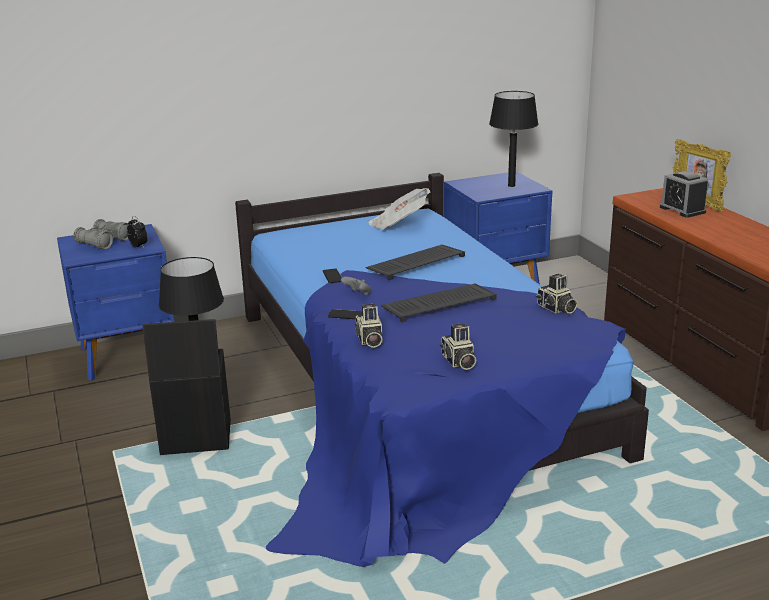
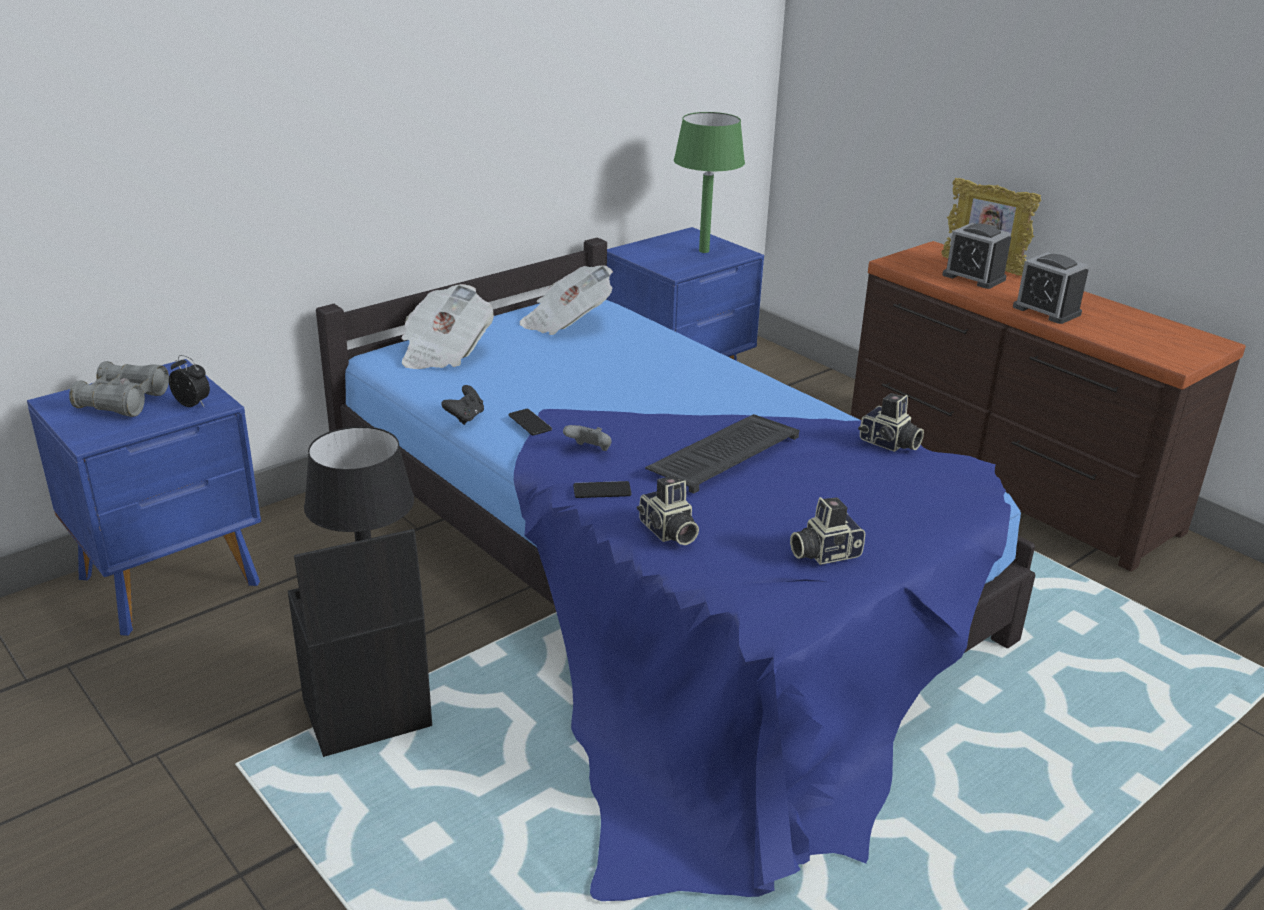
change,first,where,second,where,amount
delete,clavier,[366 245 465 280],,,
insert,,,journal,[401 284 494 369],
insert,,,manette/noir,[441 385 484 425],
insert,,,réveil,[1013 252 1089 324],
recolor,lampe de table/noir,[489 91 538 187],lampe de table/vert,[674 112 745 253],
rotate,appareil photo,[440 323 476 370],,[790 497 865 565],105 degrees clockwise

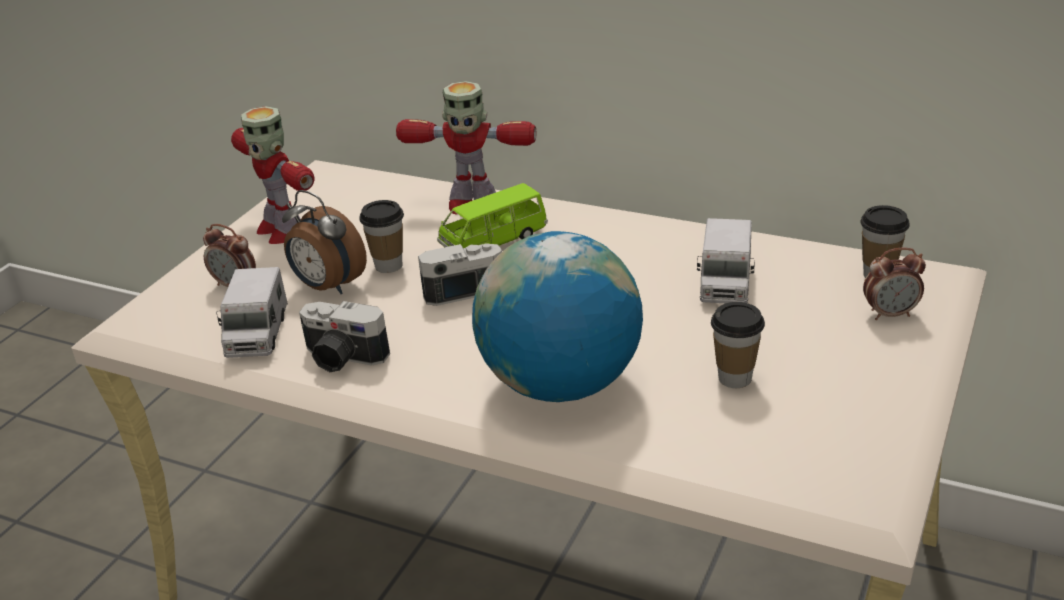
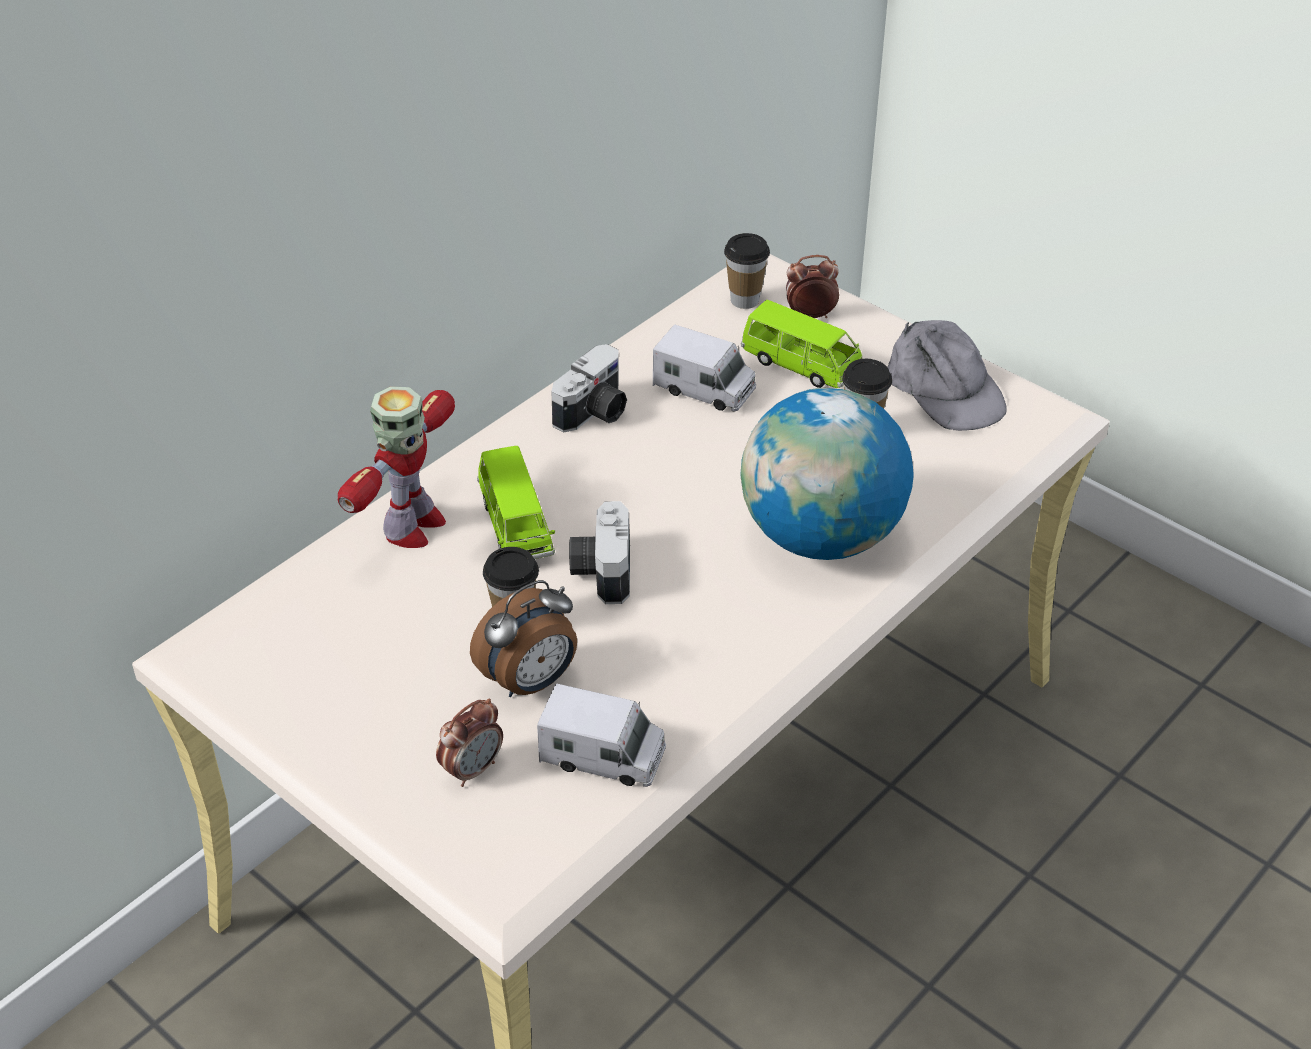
change,first,where,second,where,amount
delete,robot jouet,[231 106 314 244],,,
insert,,,petite voiture/vert,[741 300 862 388],
insert,,,casquette/gris,[887 320 1007 431],
move,appareil photo,[299 301 390 372],,[551 344 627 433],
rotate,réveil,[863 247 926 320],,[786 255 839 318],105 degrees counterclockwise

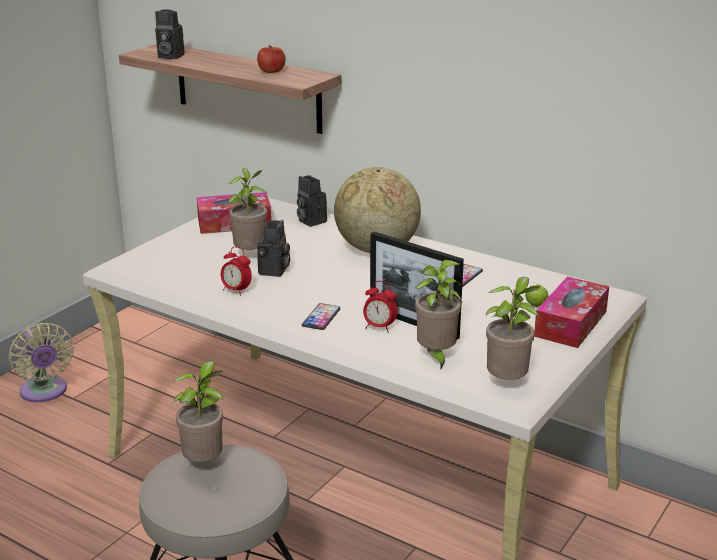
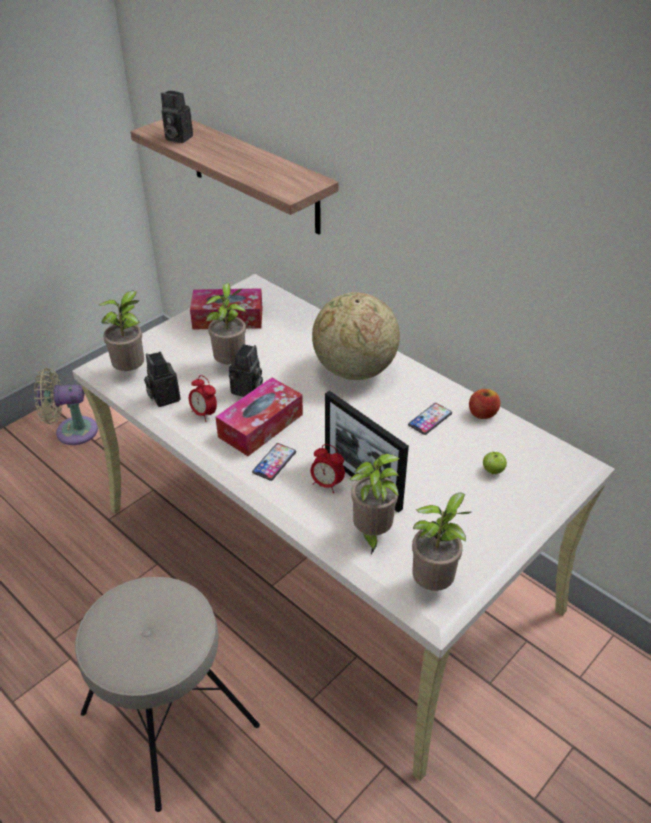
change,first,where,second,where,amount
move,plante en pot,[173 361 223 462],,[99 291 144 371],
move,pomme,[257 45 286 73],,[469 389 500 419],
move,appareil photo,[297 176 327 227],,[144 352 180 407],
move,boîte à mouchoirs,[534 277 609 348],,[216 377 303 456],
rotate,ventilateur/beige,[8 323 74 402],,[34 368 98 445],105 degrees clockwise

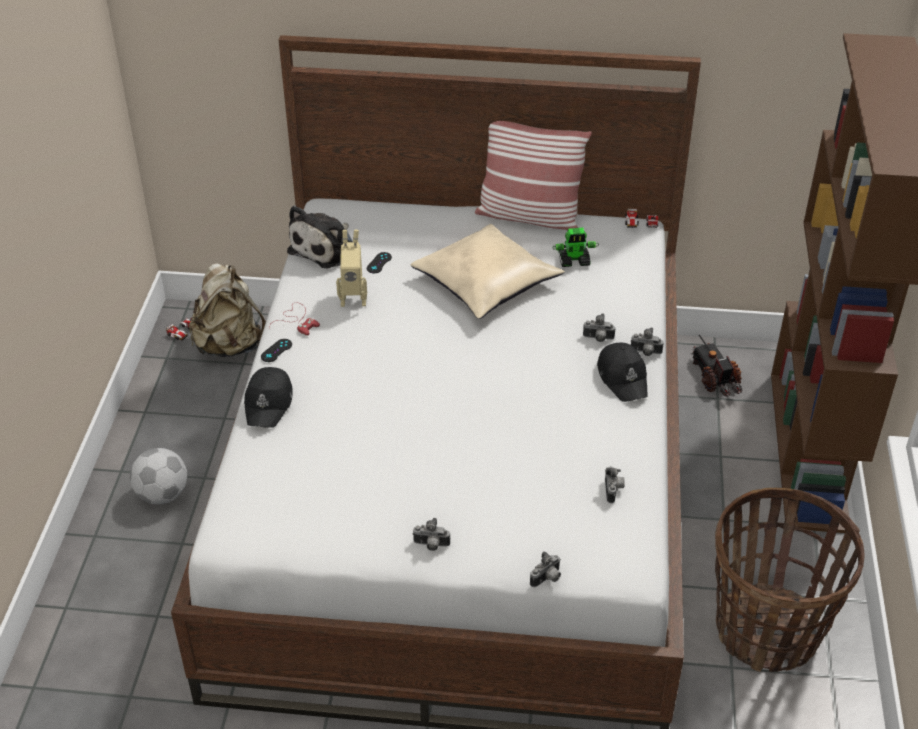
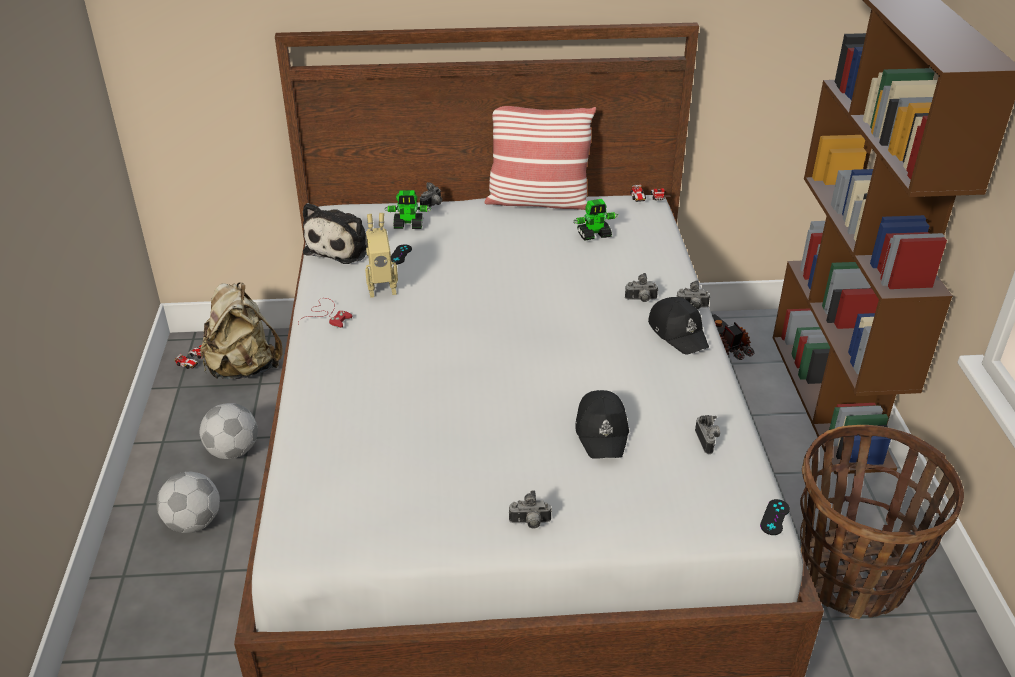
change,first,where,second,where,amount
delete,coussin/beige,[410 224 565 319],,,
insert,,,ballon de foot,[199 403 258 459],
insert,,,robot jouet,[384 190 431 229],
move,casquette/noir,[244 367 292 428],,[575 390 629 459],
move,manette/noir,[261 339 292 362],,[760 499 790 535],
move,appareil photo,[530 551 561 587],,[420 182 442 207],

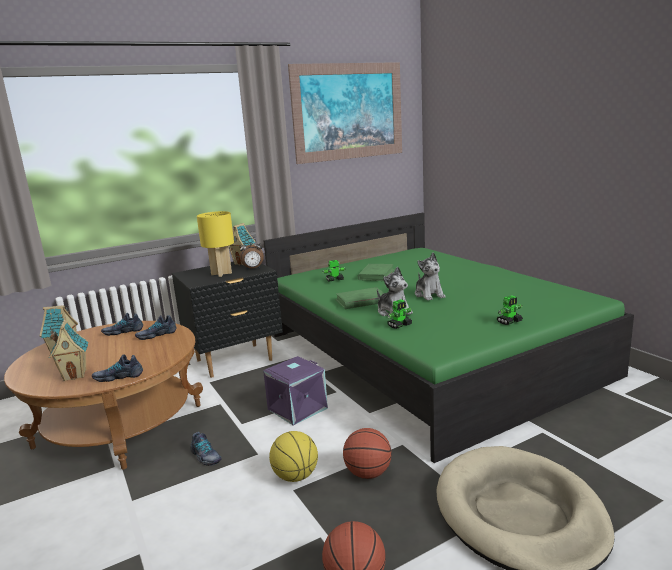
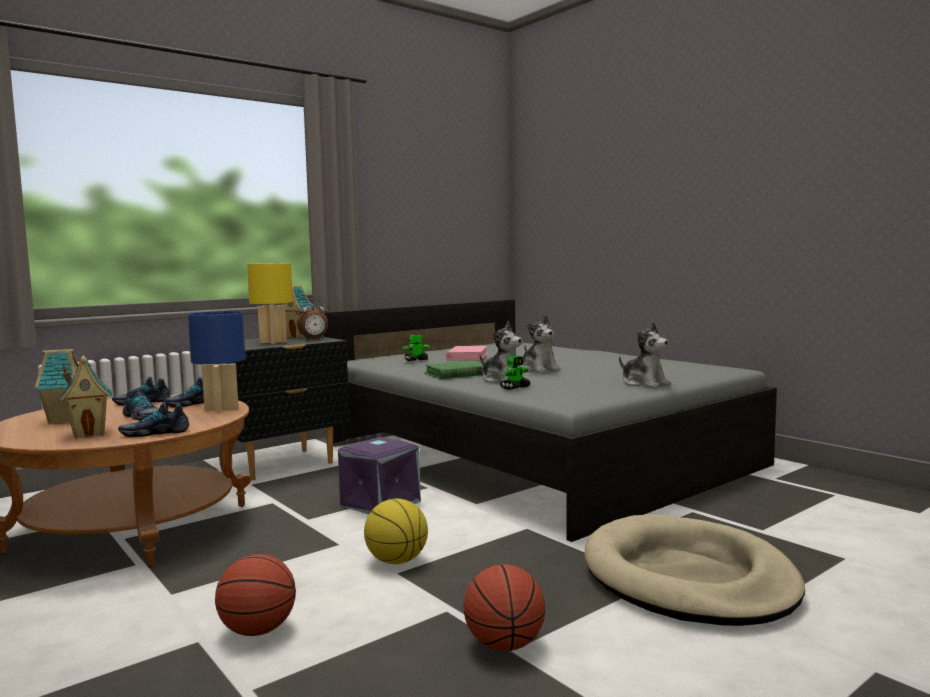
change,first,where,second,where,amount
delete,tableau,[288 62 402 164],,,
insert,,,lampe de table/bleu,[188 311 246 412],
move,chaussure,[190 432 222 466],,[123 388 158 421],
move,ballon de basket,[343 428 392 479],,[215 554 296 636],
replace,robot jouet,[496 295 523 325],peluche,[619 322 671 388],
recolor,lit/vert,[263 213 634 463],lit/gris,[323 300 777 542],
recolor,livre/vert,[358 264 395 281],livre/rose,[446 346 488 360],

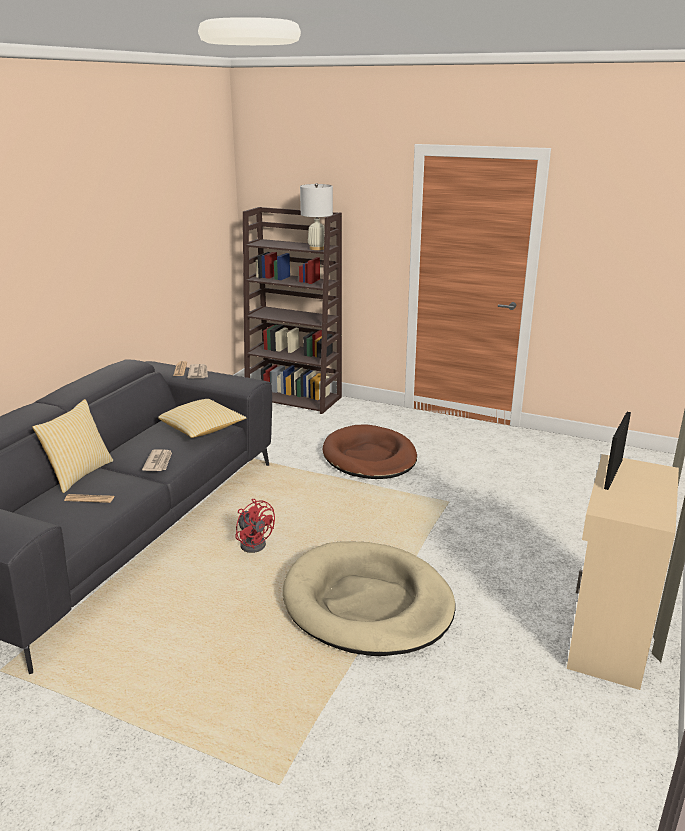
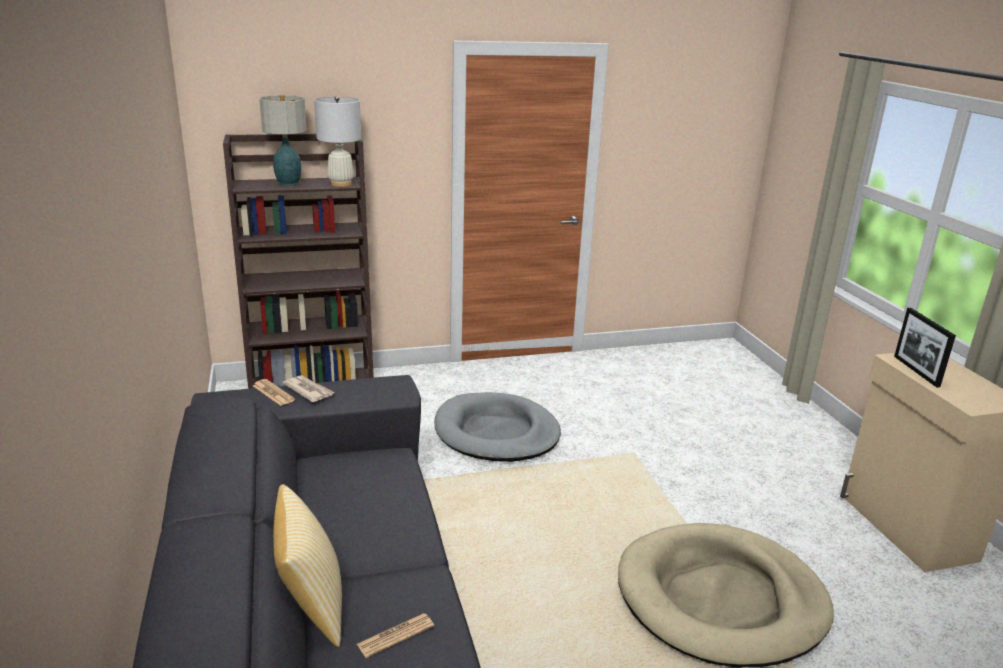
change,first,where,second,where,amount
delete,journal,[142 449 172 471],,,
delete,coussin,[158 399 246 438],,,
delete,ventilateur/rouge,[235 499 275 553],,,
insert,,,lampe de table,[259 95 307 186],
recolor,panier pour chien/marron,[323 424 417 479],panier pour chien/gris,[434 392 561 462],

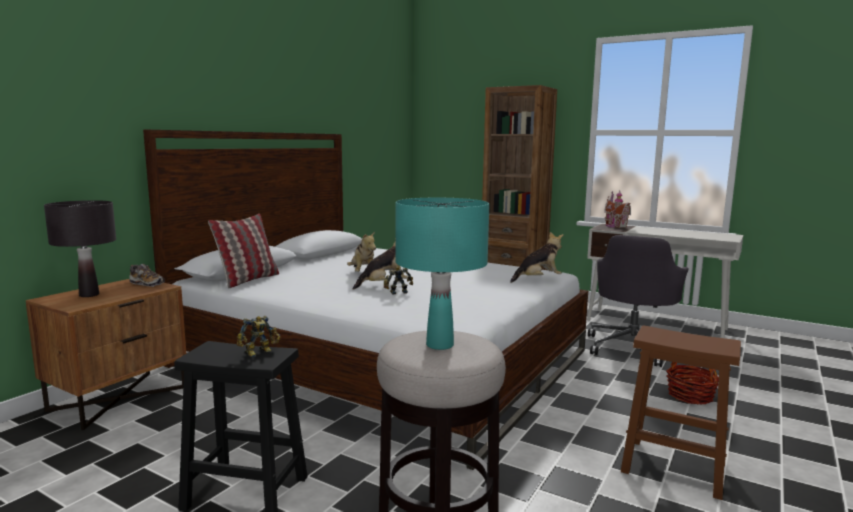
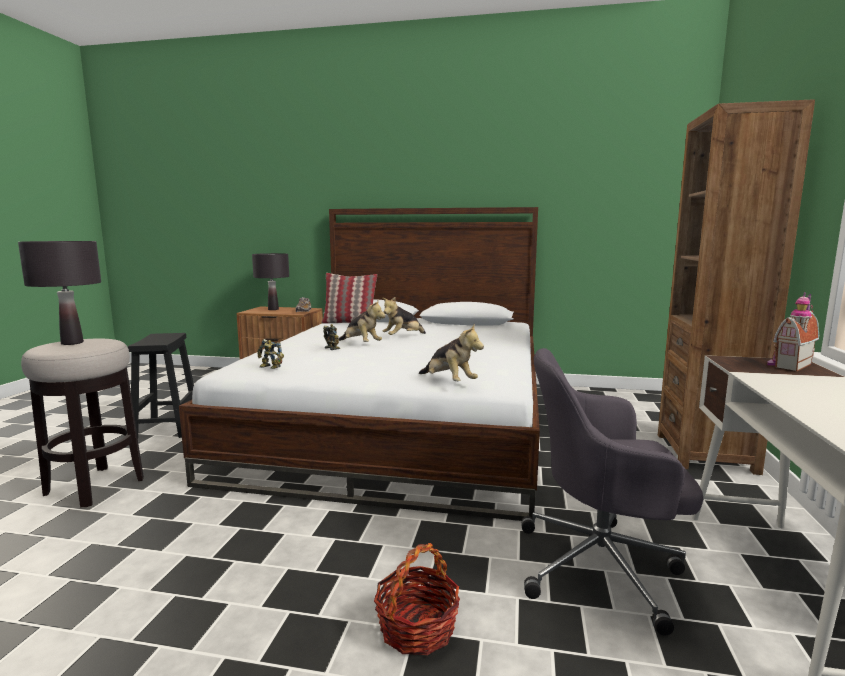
change,first,where,second,where,amount
delete,tabouret/marron,[621 326 741 500],,,
move,robot jouet,[237 316 280 357],,[257 339 284 369],
recolor,lampe de table/turquoise,[396 198 490 350],lampe de table/noir,[18 241 101 345],

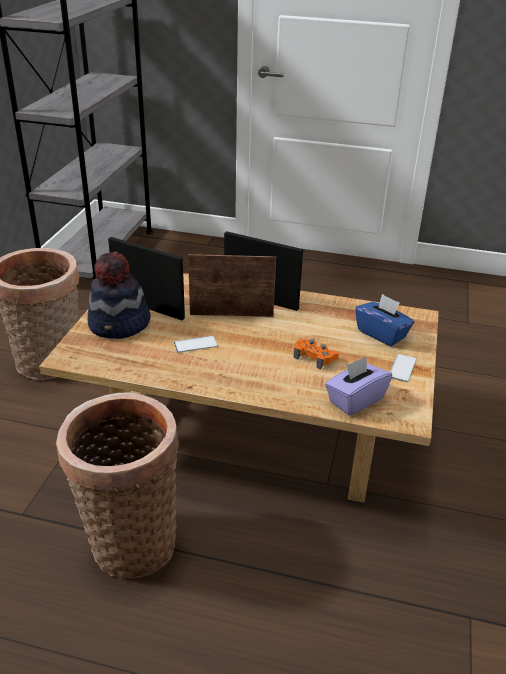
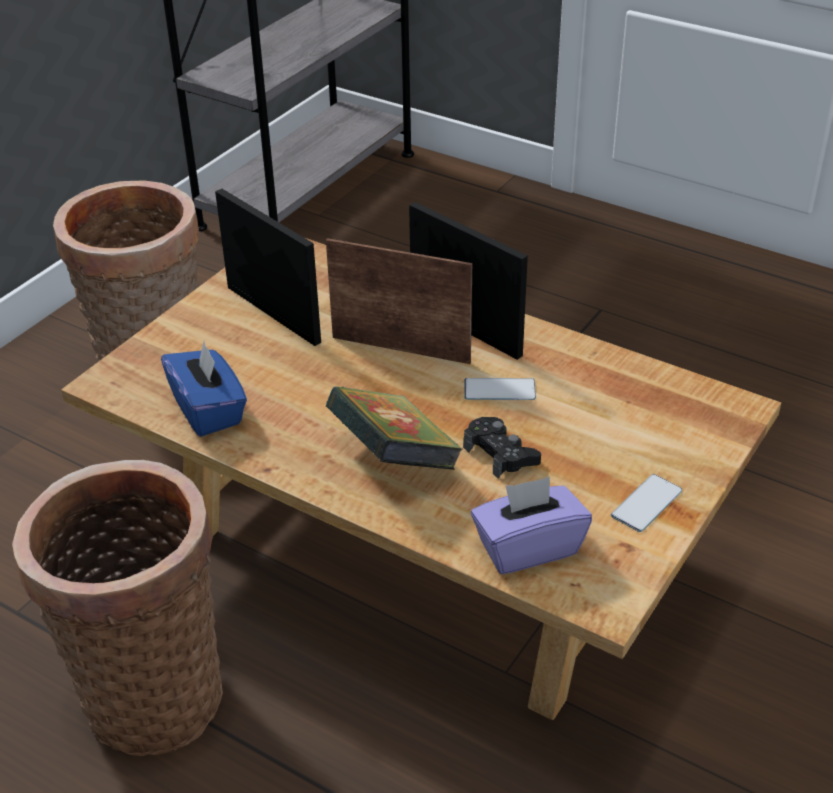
change,first,where,second,where,amount
delete,chapeau,[88 251 151 339],,,
insert,,,livre,[326 386 463 470],
move,téléphone,[174 336 218 352],,[464 378 536 400],
move,boîte à mouchoirs/bleu,[355 294 414 347],,[161 342 247 437],
recolor,manette/orange,[294 339 339 369],manette/noir,[463 417 541 479],

